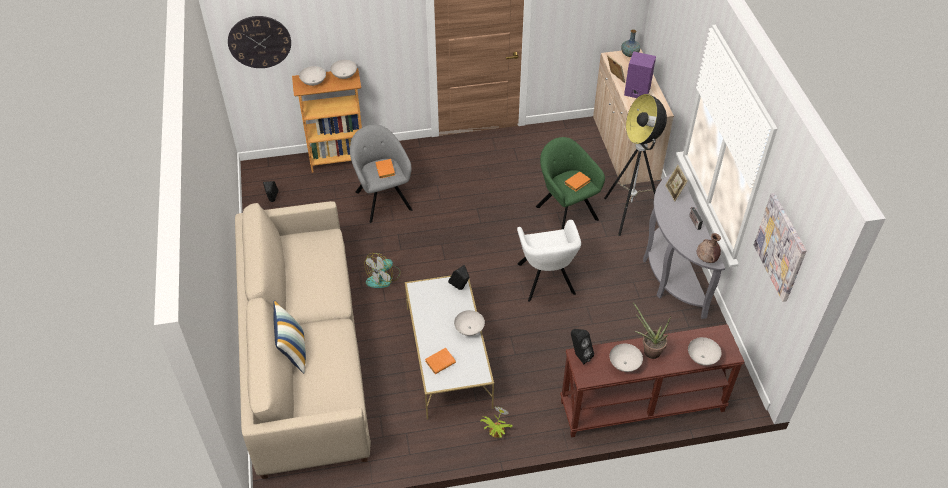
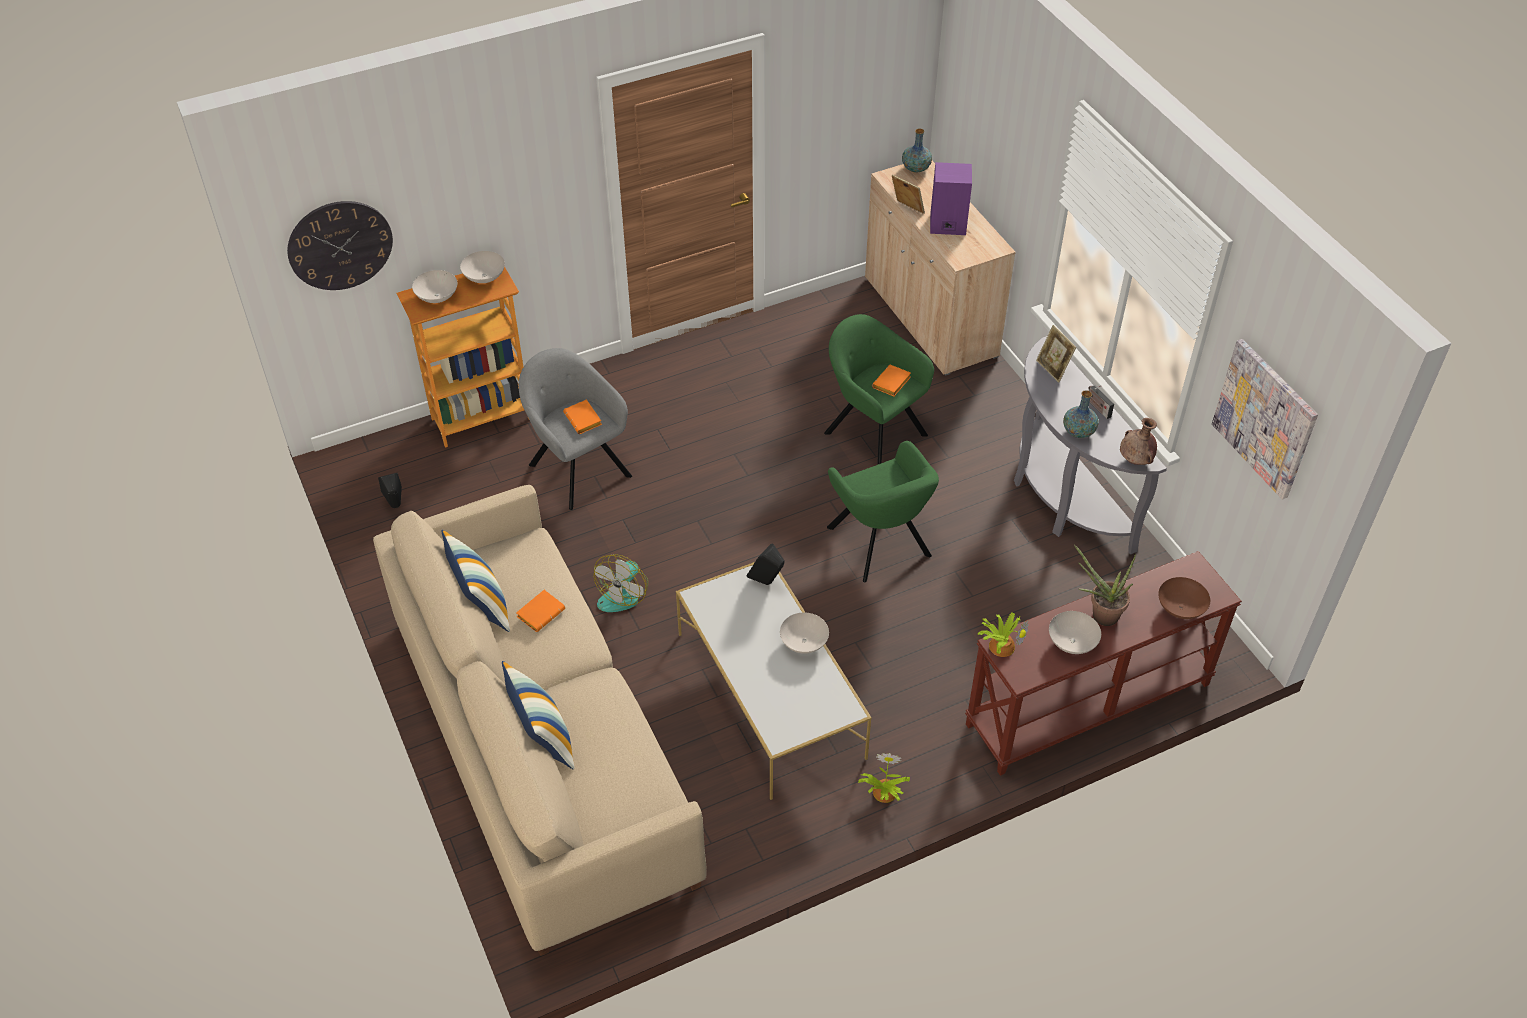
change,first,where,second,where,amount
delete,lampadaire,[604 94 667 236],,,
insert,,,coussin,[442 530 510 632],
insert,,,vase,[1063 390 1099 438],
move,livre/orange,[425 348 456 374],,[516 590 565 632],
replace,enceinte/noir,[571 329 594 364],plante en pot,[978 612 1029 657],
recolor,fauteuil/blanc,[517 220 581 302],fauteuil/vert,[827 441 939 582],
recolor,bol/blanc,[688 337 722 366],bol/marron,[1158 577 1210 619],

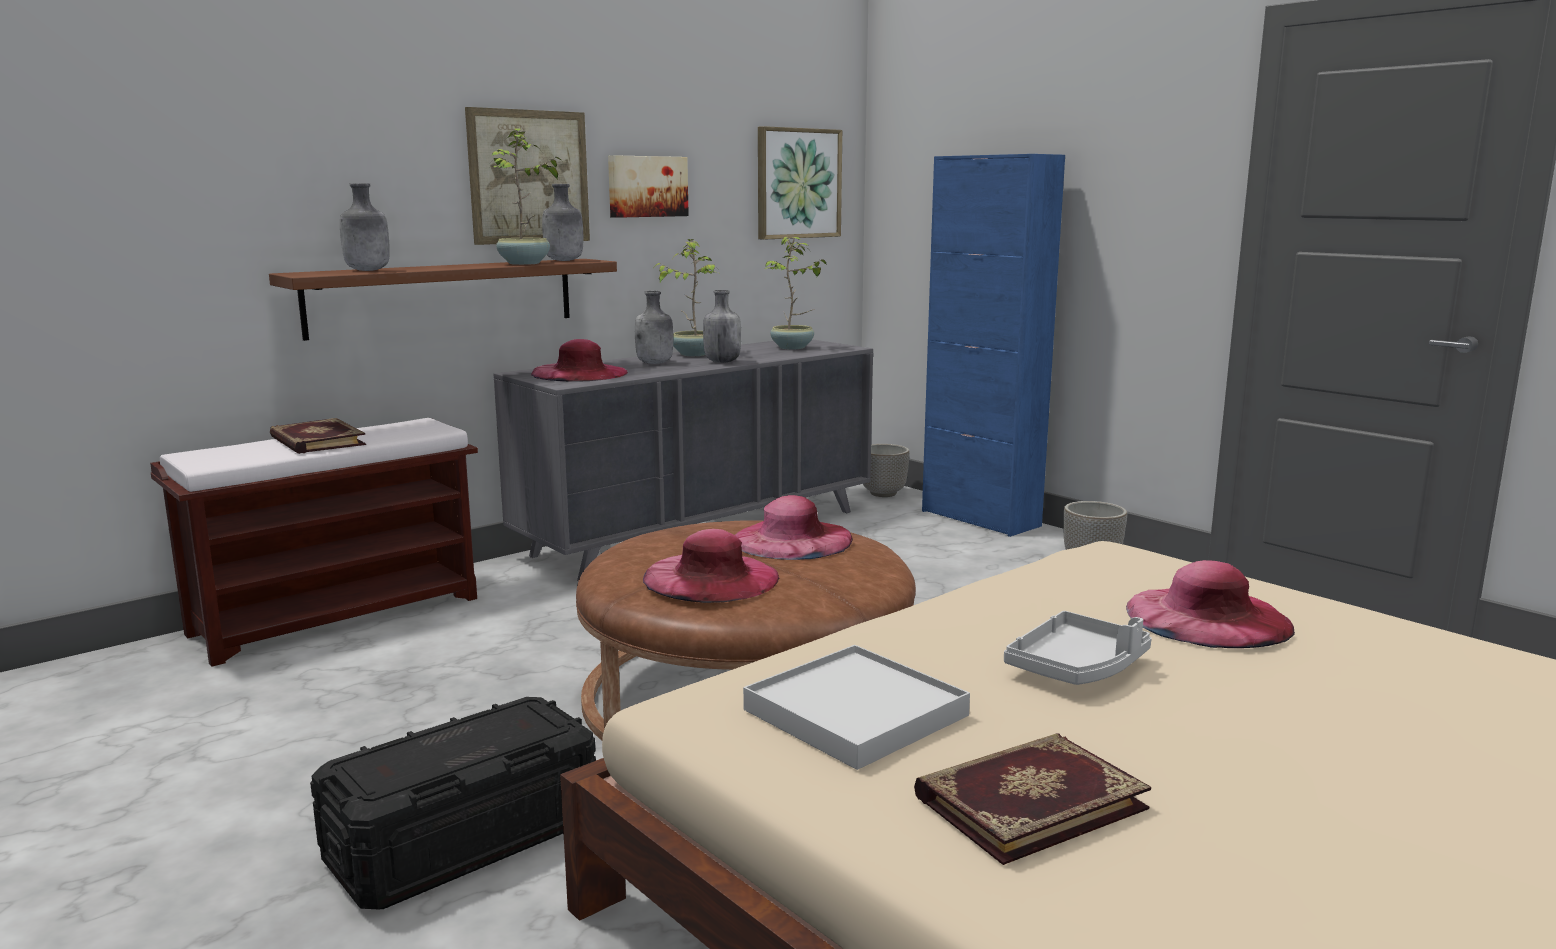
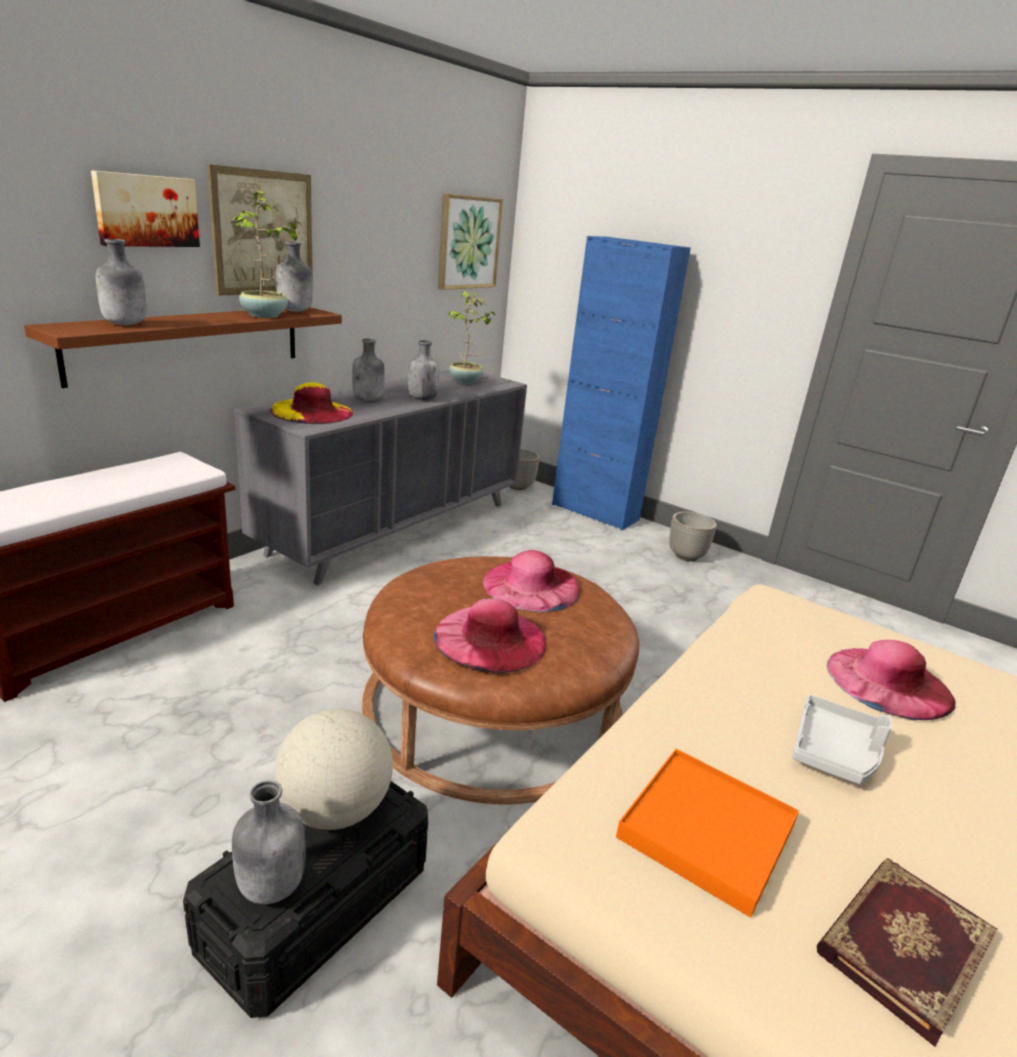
change,first,where,second,where,amount
delete,livre,[270 418 366 454],,,
delete,plante en pot,[654 239 718 356],,,
insert,,,bouteille/gris,[232 780 305 904],
insert,,,globe,[274 709 393 830],
move,tableau,[608 155 689 218],,[91 170 200 247],
recolor,chapeau/rose,[531 339 628 382],chapeau/jaune,[270 382 353 424],
recolor,plateau/blanc,[743 645 970 770],plateau/orange,[616 749 799 918],

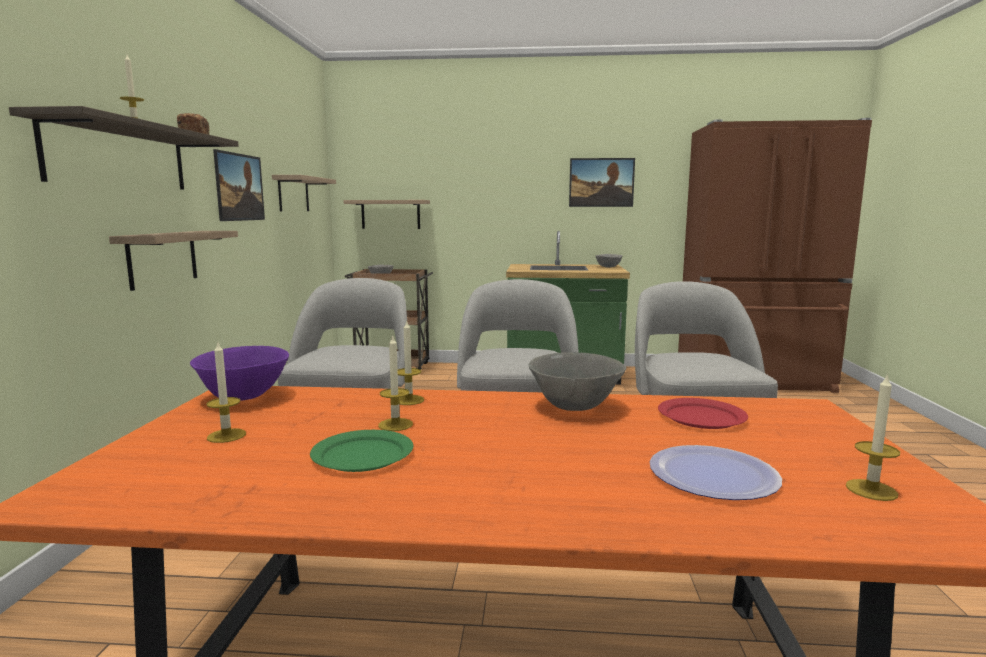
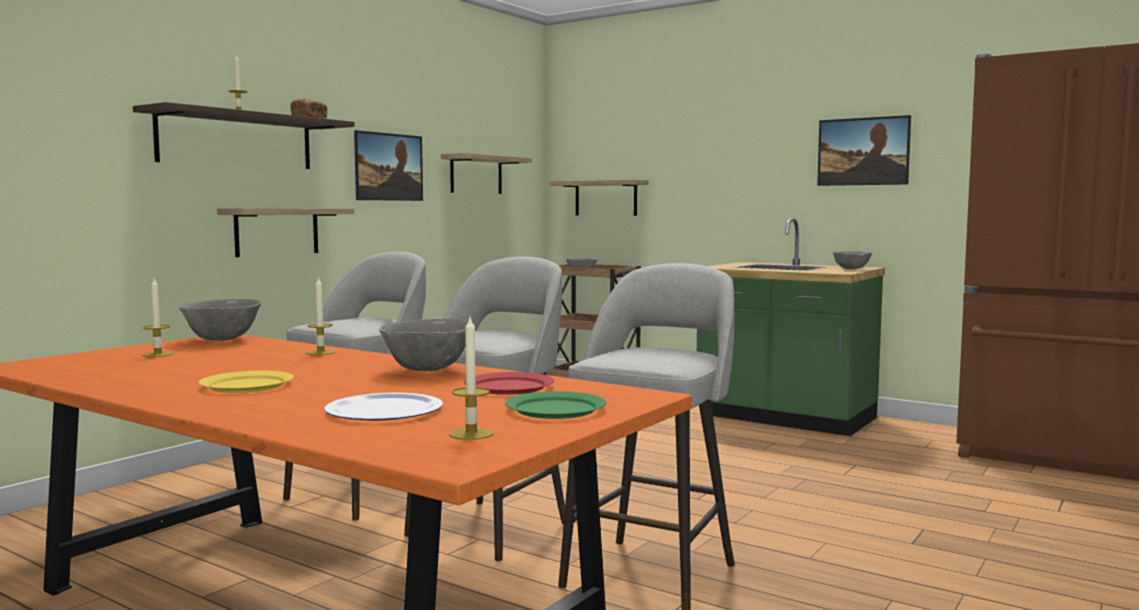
change,first,where,second,where,amount
delete,bougie,[378 334 413 431],,,
insert,,,assiette/jaune,[199 371 294 393],
move,assiette/vert,[310 430 413 472],,[505 391 606 419],
recolor,bol/violet,[190 346 289 401],bol/gris,[179 299 261 340],

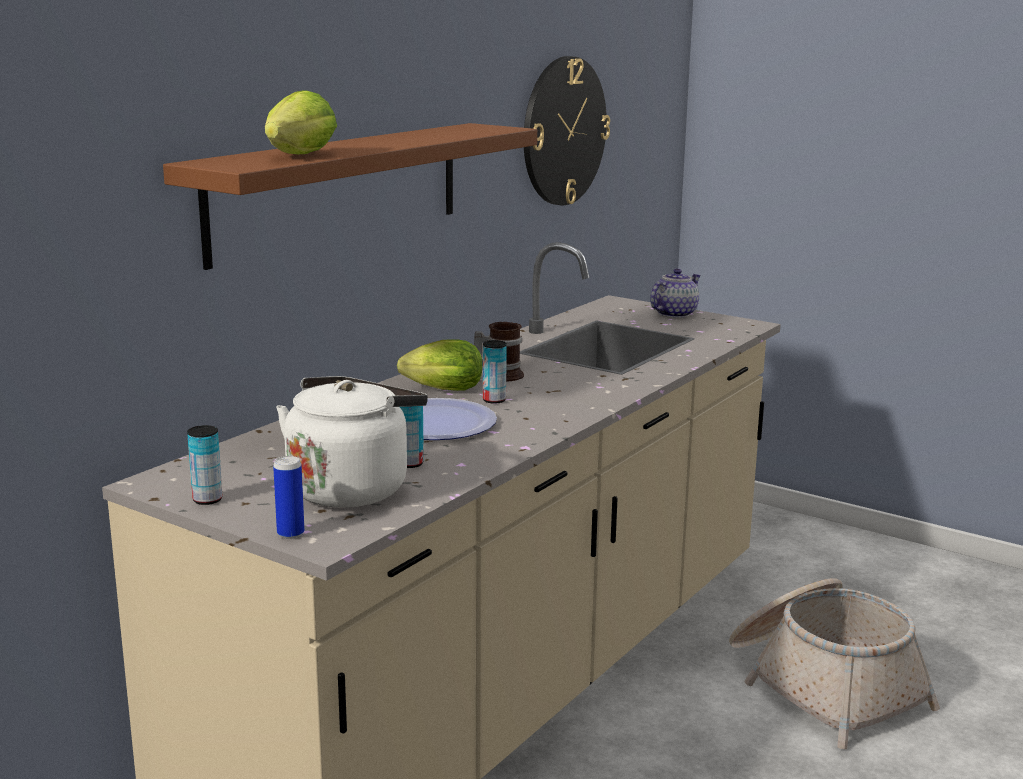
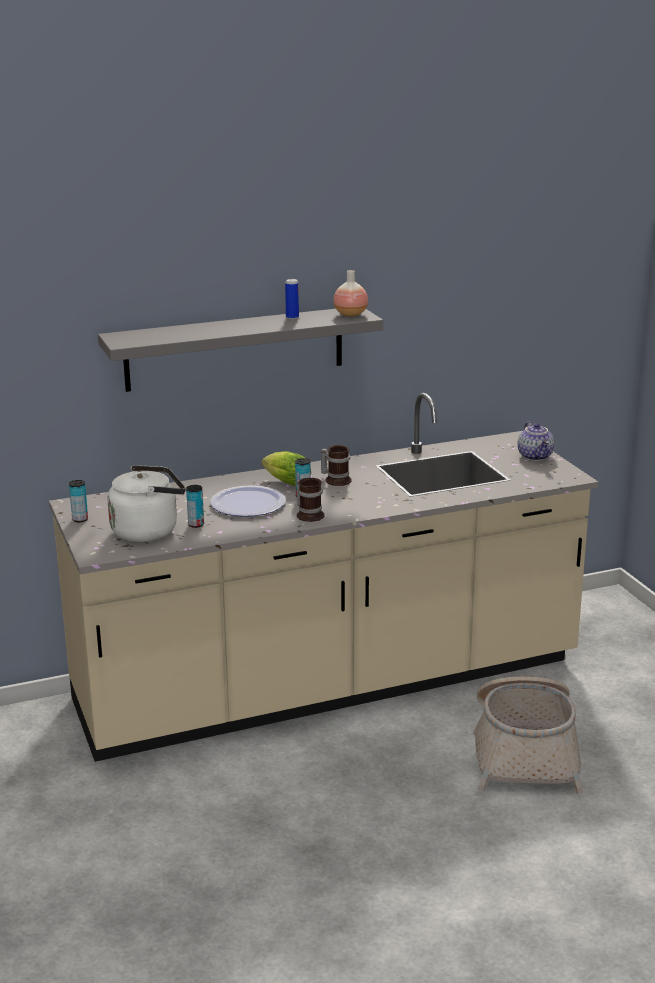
change,first,where,second,where,amount
delete,laitue,[265 90 337 154],,,
delete,horloge murale,[524 56 610 205],,,
insert,,,mug,[296 478 324 522],
insert,,,vase,[333 270 368 317],
move,boîte métallique,[273 456 305 539],,[285 279 299 319],
recolor,étagère/marron,[163 123 537 270],étagère/gris,[98 309 383 392],
rotate,théière,[650 268 701 318],,[518 422 554 461],90 degrees clockwise

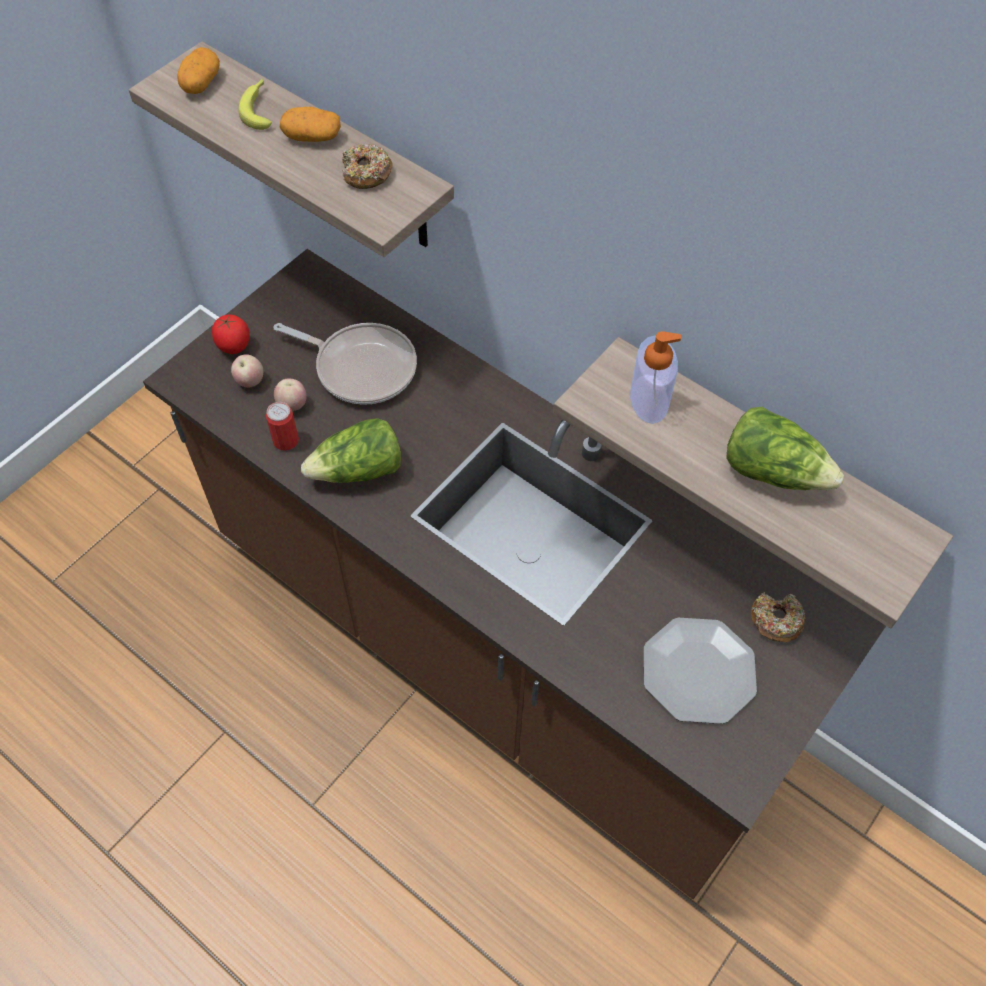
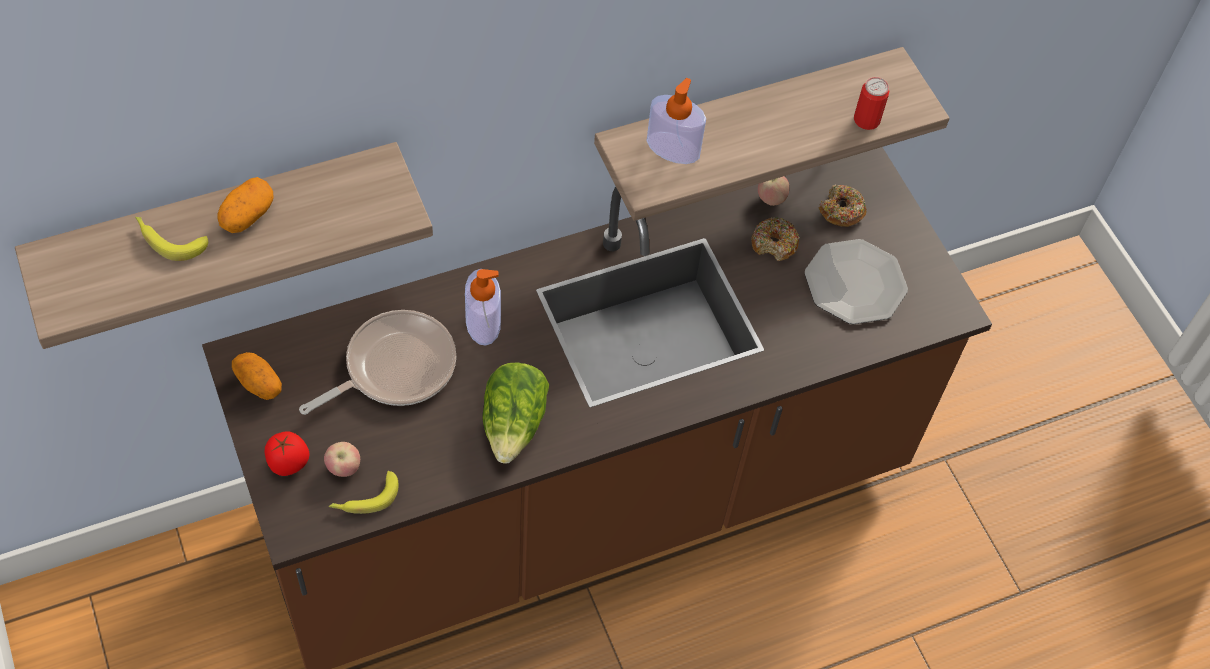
change,first,where,second,where,amount
delete,laitue,[726 407 844 490],,,
insert,,,banane,[329 471 399 514],
insert,,,distributeur de savon,[465 269 501 346],
move,pomme de terre,[177 47 220 94],,[232 352 282 400],
move,boîte métallique,[266 402 299 451],,[854 77 889 130],
move,pomme,[274 379 307 411],,[758 176 789 206],
move,beignet,[342 143 393 189],,[751 217 800 261],

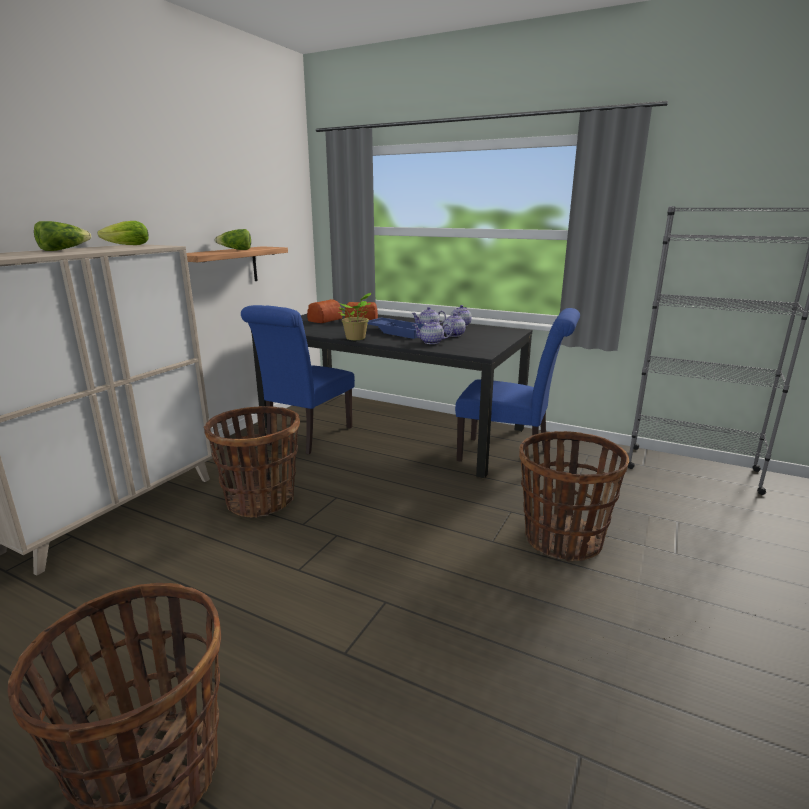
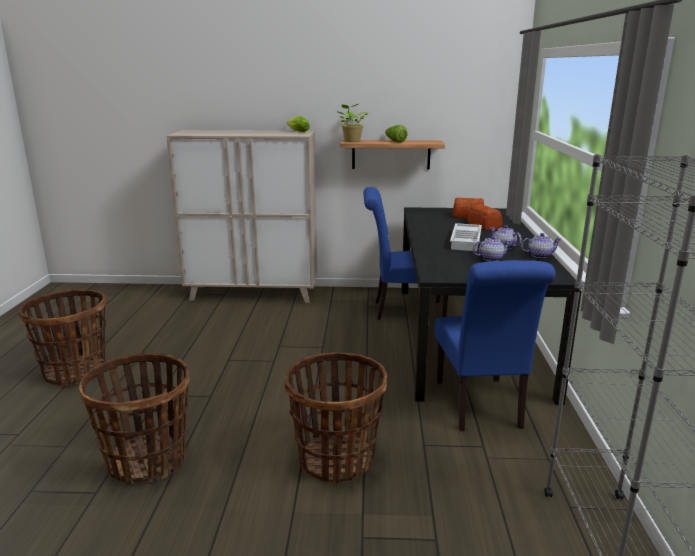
change,first,where,second,where,amount
delete,laitue,[34 221 91 251],,,
delete,théière,[413 319 452 344],,,
move,panier,[204 406 300 518],,[79 353 190 483],
move,plante en pot,[338 293 371 340],,[338 104 369 142],
recolor,plateau/bleu,[367 317 424 339],plateau/blanc,[450 223 482 251],

